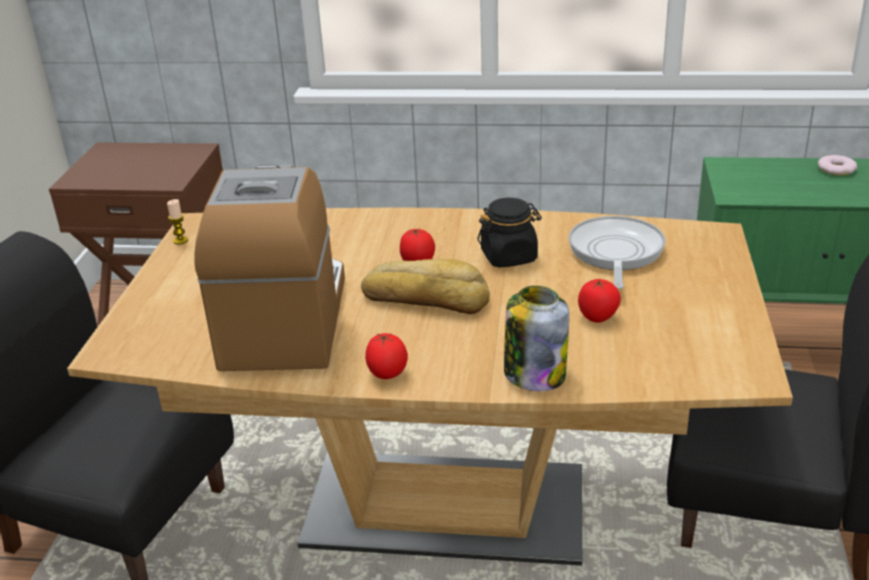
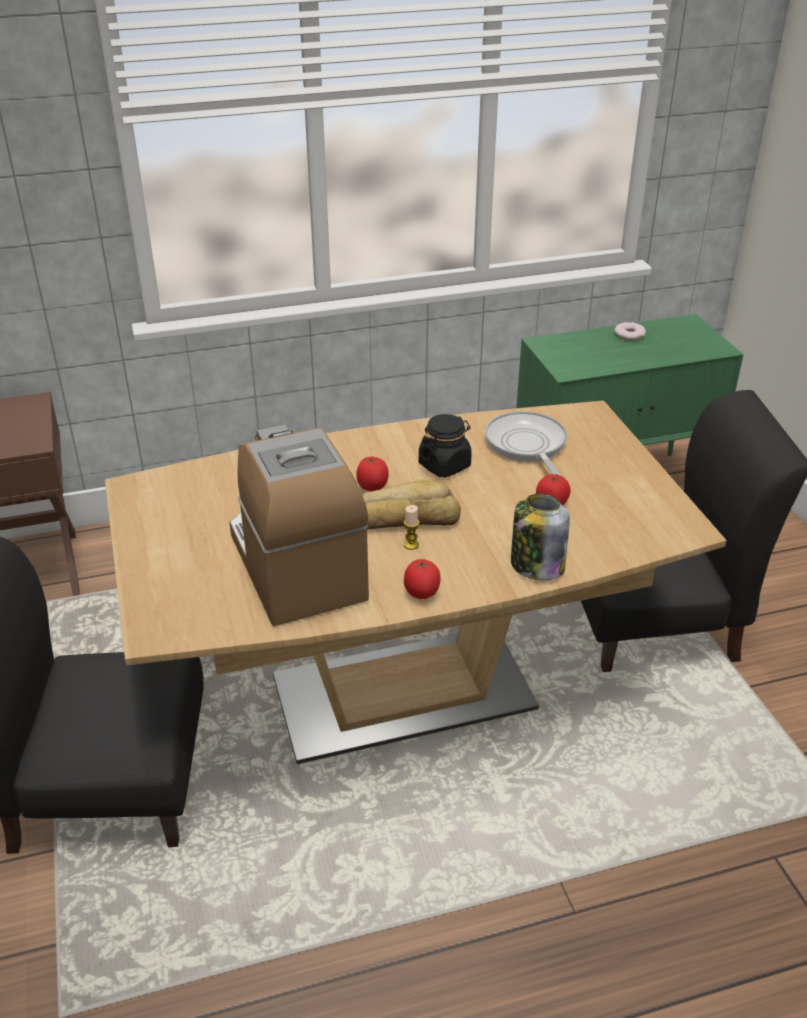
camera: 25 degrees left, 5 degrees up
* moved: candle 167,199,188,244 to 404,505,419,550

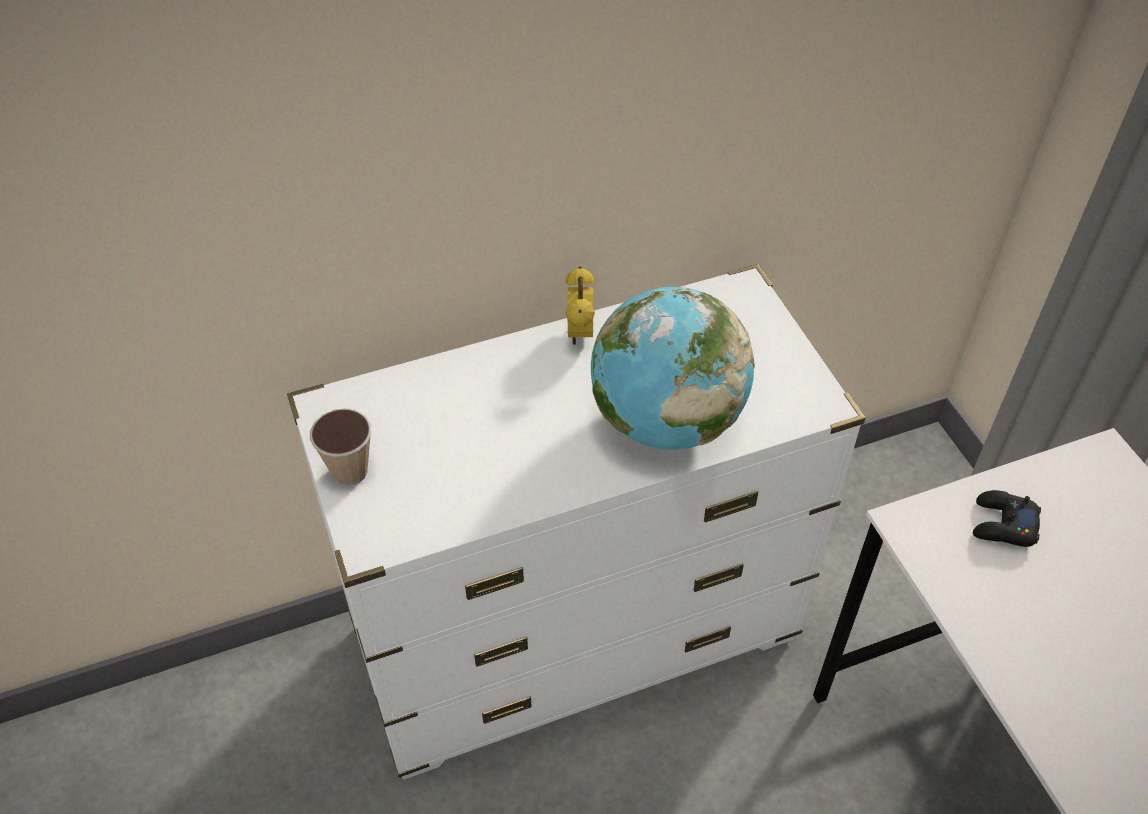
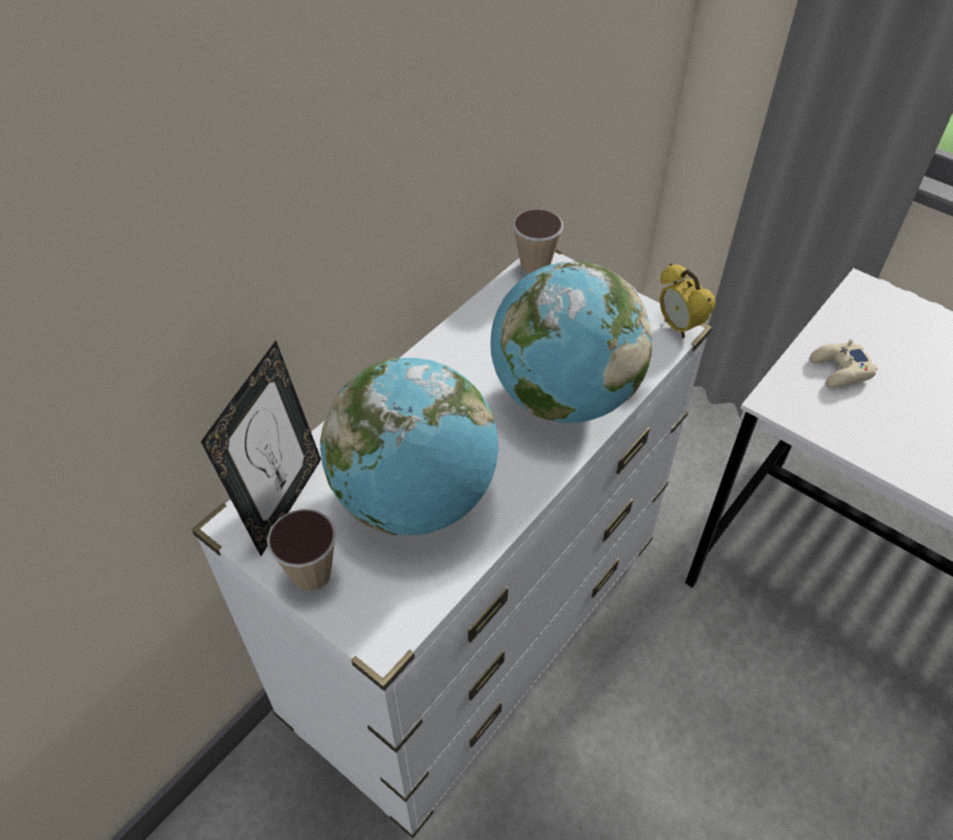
camera: 30 degrees left, 0 degrees up
* moved: table clock 565,267,595,345 to 659,263,716,338
* recoloured: joypad in black-coloured 973,490,1041,547 to joypad in sand-coloured 809,339,878,388
* added: small cup 513,209,563,275
* added: photo frame 201,341,321,556
* added: globe 320,358,498,535

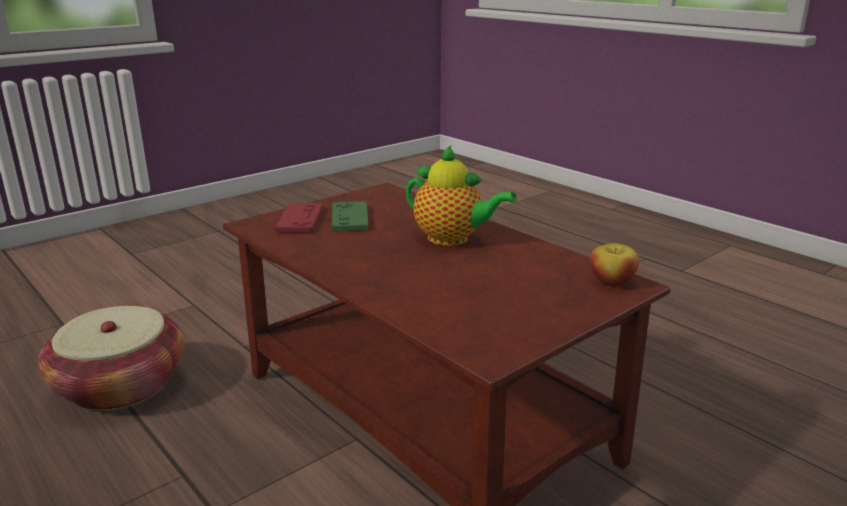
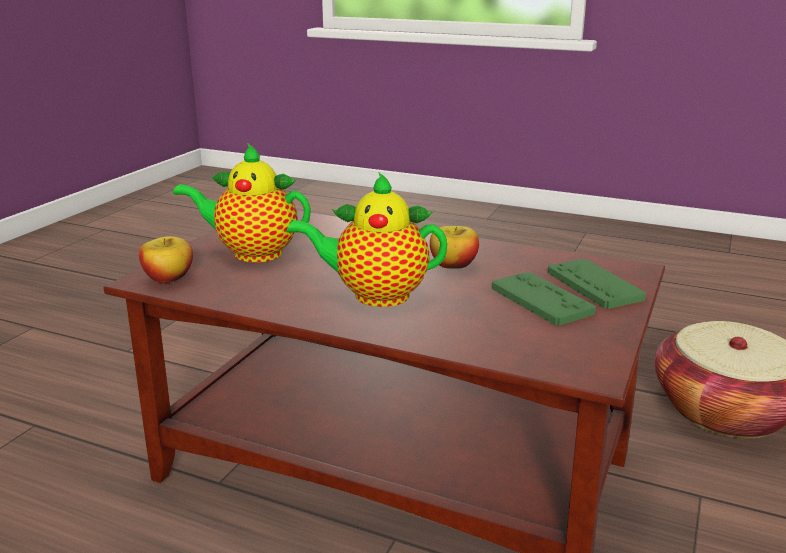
camera: 155 degrees right, 0 degrees up
* recoloured: joypad in red 275,203,323,233 to joypad in green 548,259,646,309
* added: teapot 173,143,311,262
* added: apple 430,226,479,269

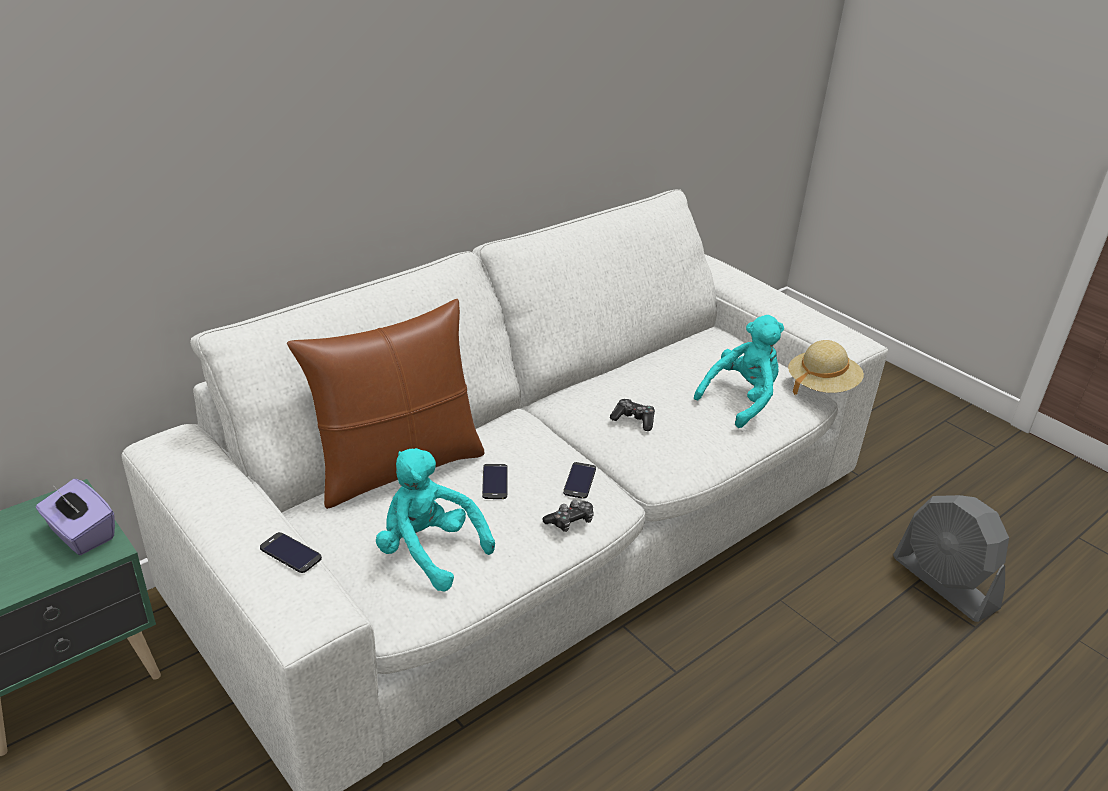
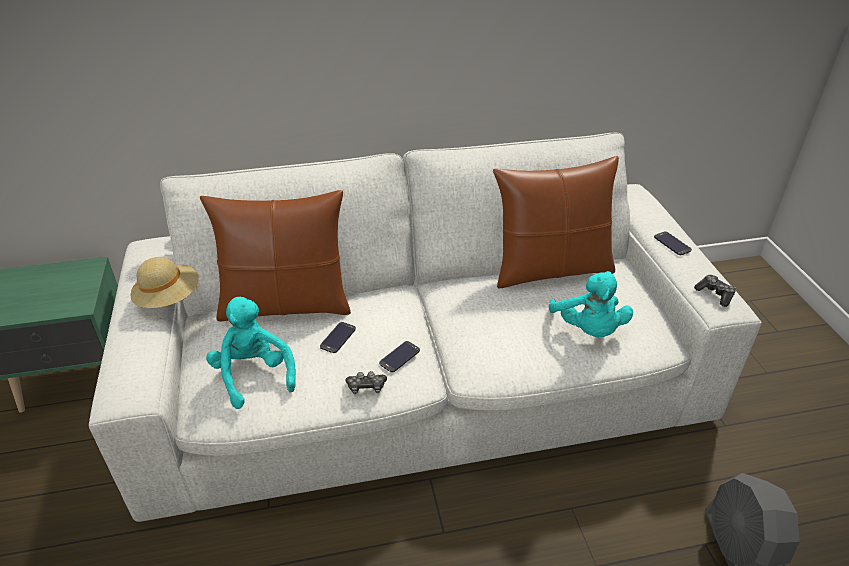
camera: 30 degrees right, 5 degrees up
* turned: soft toy in turquoise-coloured 694,315,784,428 = 549,271,633,337 90 degrees clockwise
* moved: clothing hat in sand-coloured 788,340,864,395 to 130,257,199,308
* moved: joypad 610,399,655,431 to 694,275,736,307
* removed: tissue holder in purplish 36,479,115,555
* moved: phone 260,532,322,573 to 654,231,692,255
* added: cushion in brownish 493,156,619,288

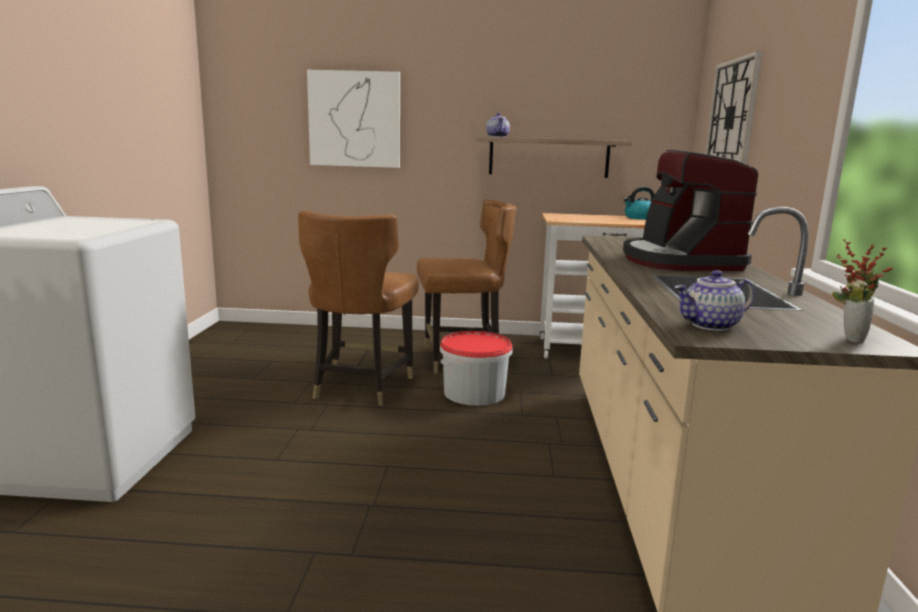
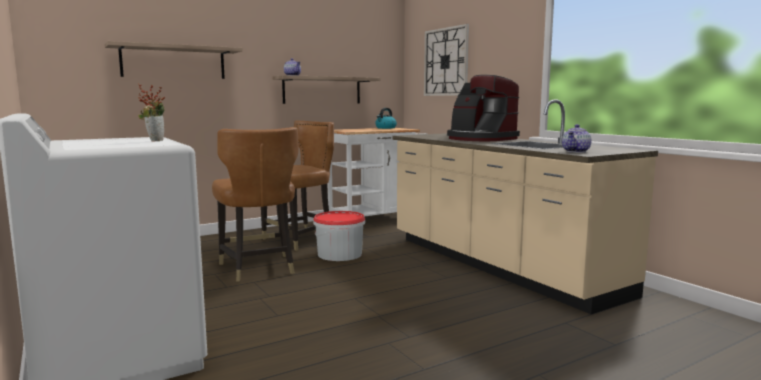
camera: 35 degrees left, 5 degrees down
* replaced: wall picture 307,70,400,168 to shelf 105,41,243,79
* moved: plant in a pot 832,239,893,343 to 138,84,165,142

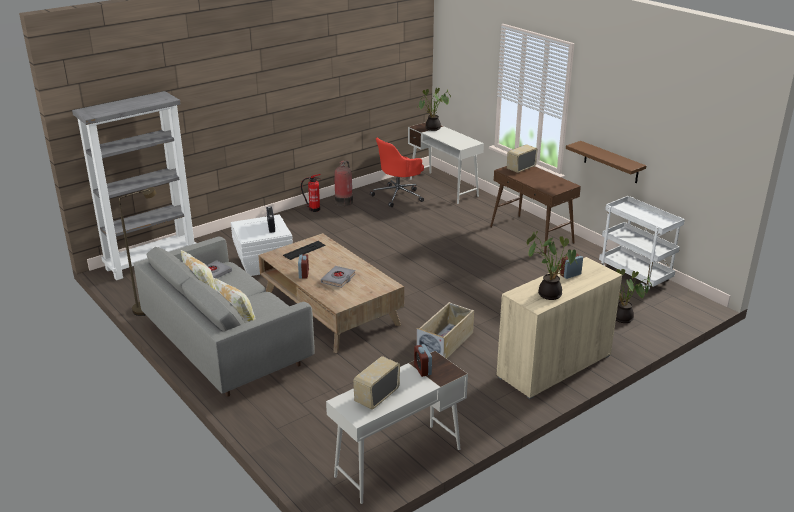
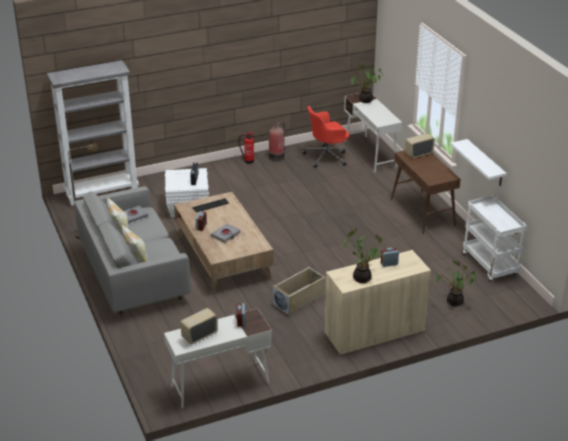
camera: 15 degrees right, 5 degrees up
* recoloured: shelf in brownish 566,141,646,183 to shelf in whitish 450,139,507,186

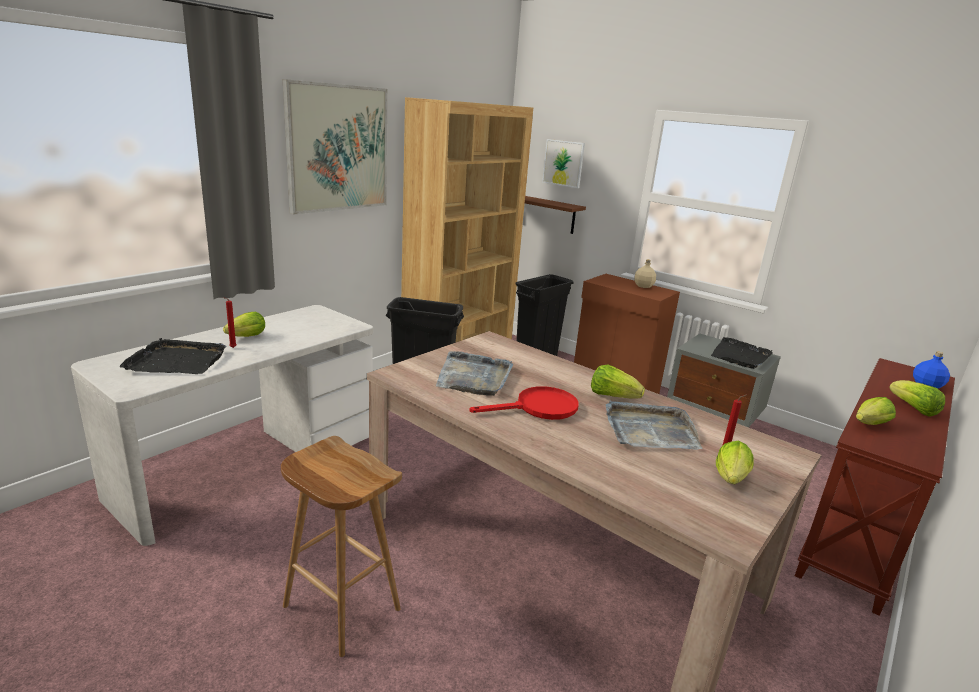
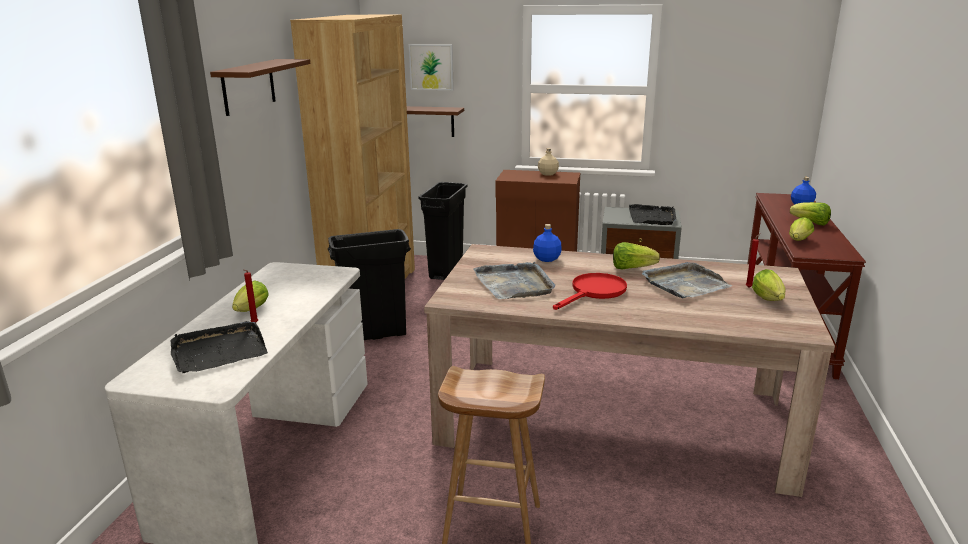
camera: 25 degrees left, 0 degrees up
* replaced: wall picture 283,79,387,215 to shelf in brownish 210,59,310,116
* added: beverage bottle in blue-coloured 533,224,562,262

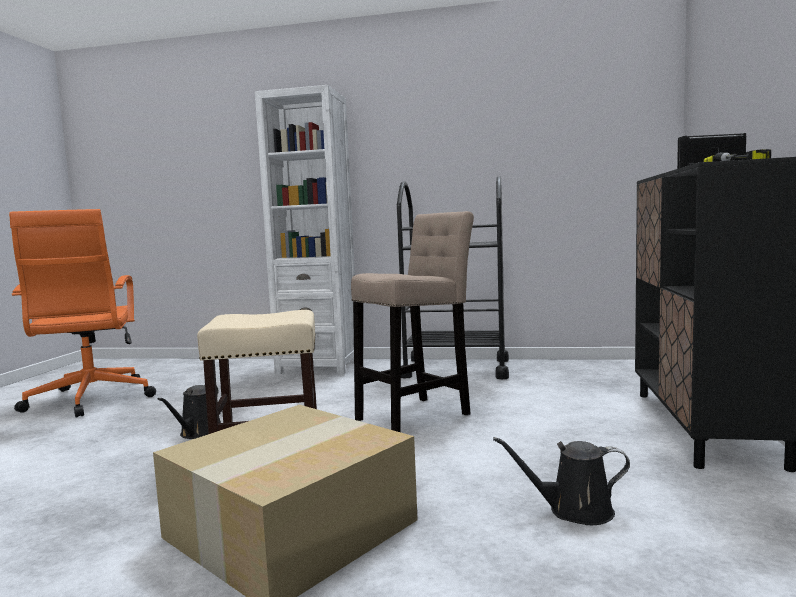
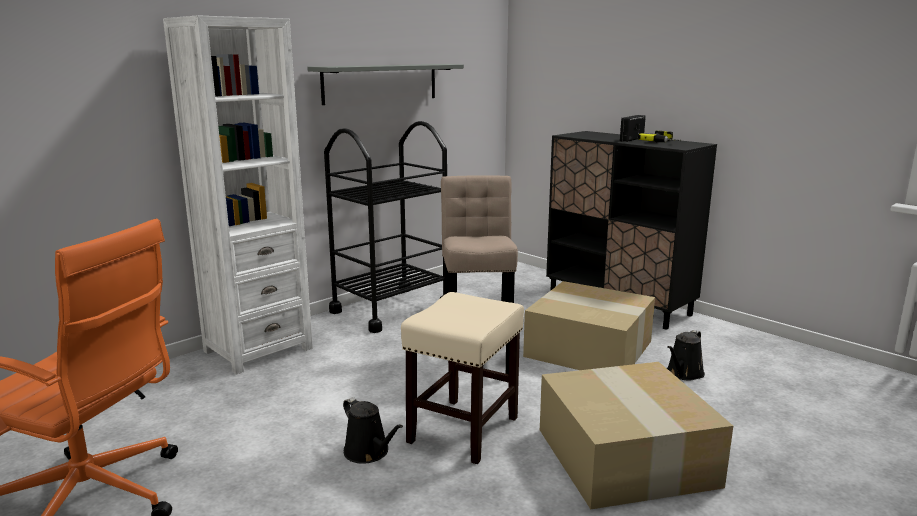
camera: 55 degrees left, 10 degrees up
* added: shelf in gray 307,64,464,105
* added: packing box 523,281,655,370

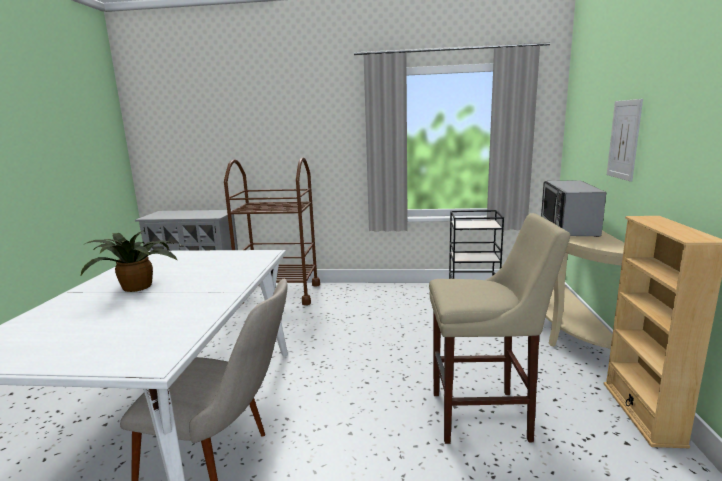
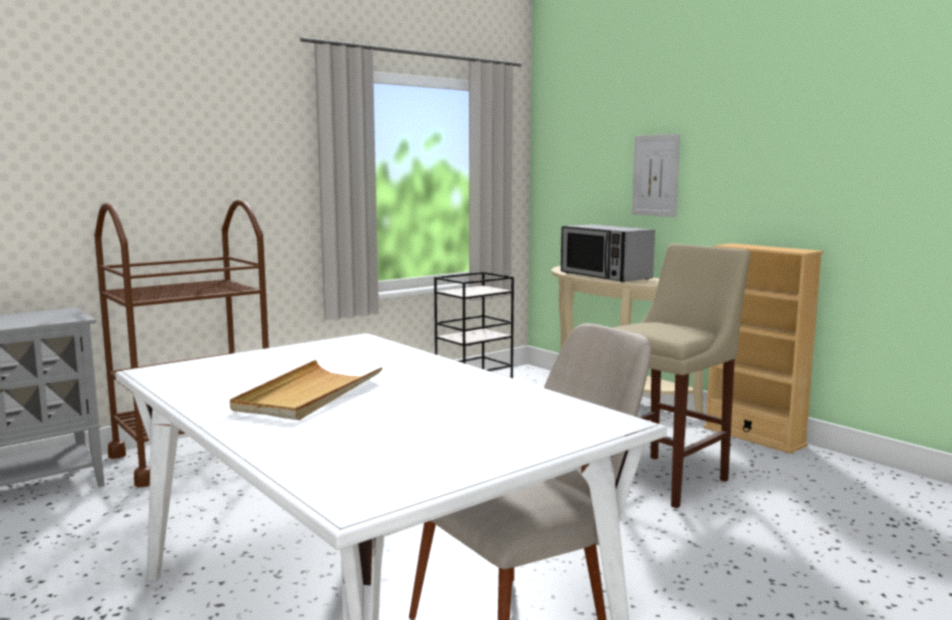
camera: 45 degrees left, 5 degrees down
* replaced: plant in a pot 81,230,177,292 to carrying tray in sand-coloured 230,360,383,420

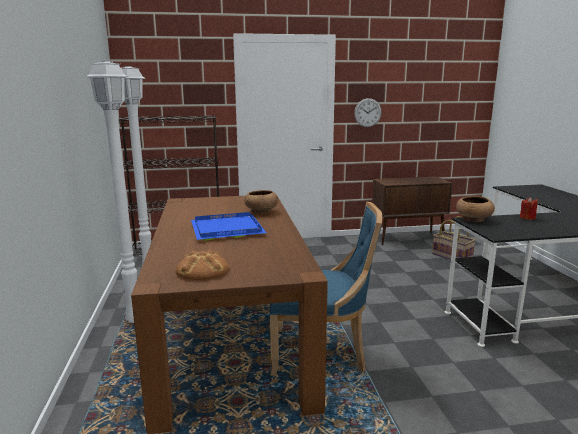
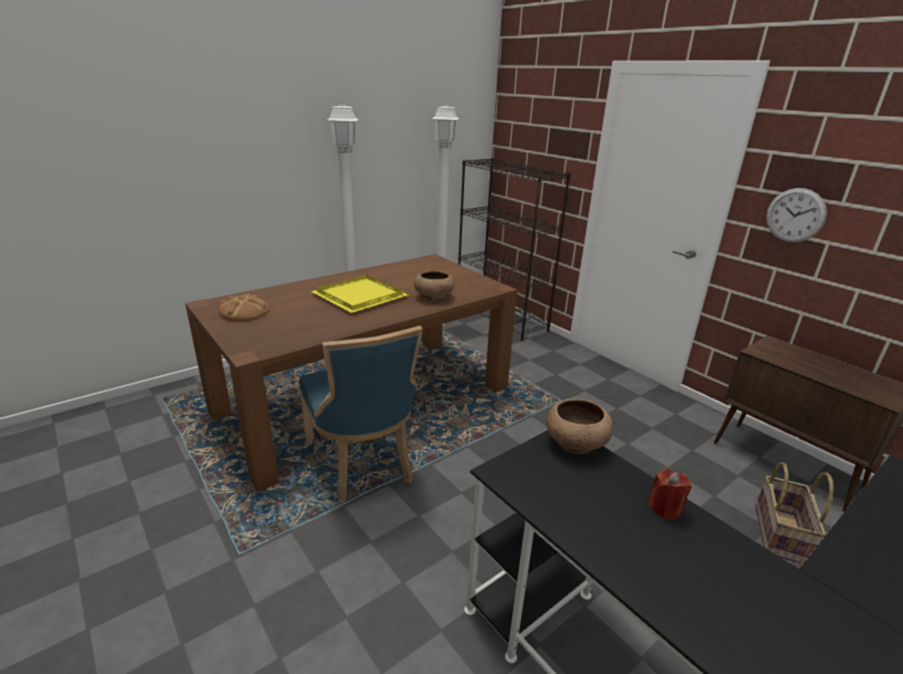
camera: 60 degrees right, 10 degrees up
* recoloured: carrying tray in blue-coloured 191,212,266,241 to carrying tray in yellow-coloured 311,274,408,313

